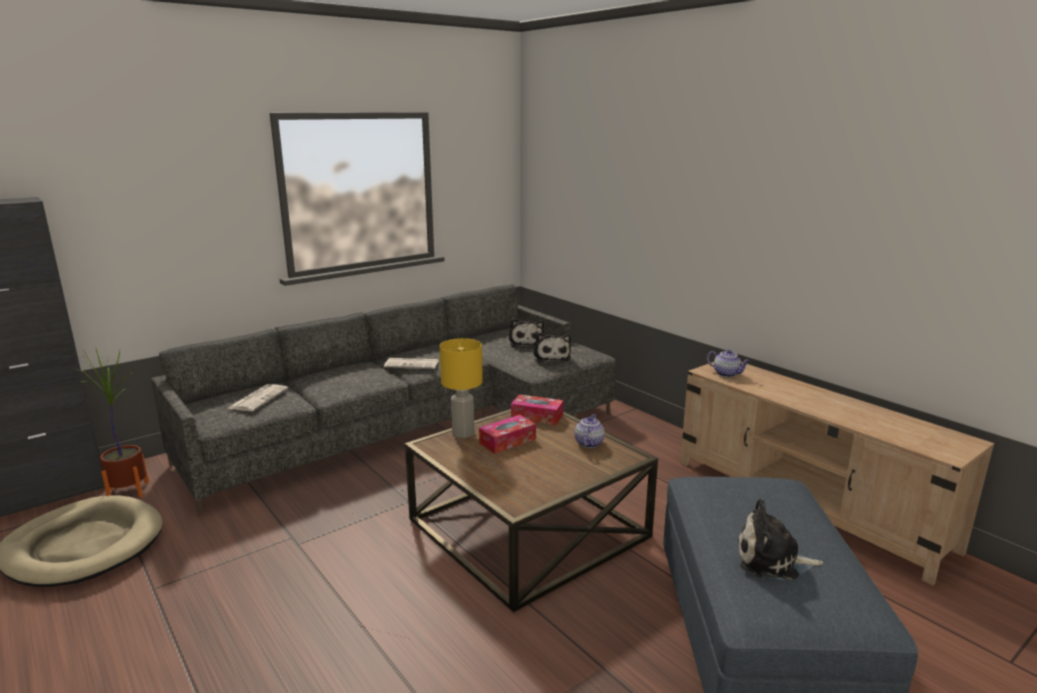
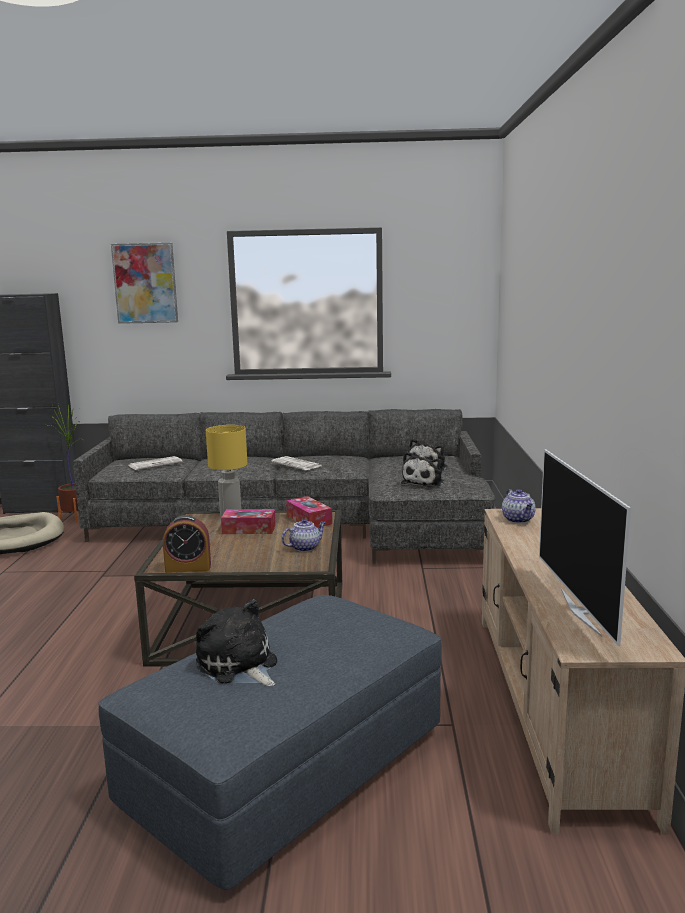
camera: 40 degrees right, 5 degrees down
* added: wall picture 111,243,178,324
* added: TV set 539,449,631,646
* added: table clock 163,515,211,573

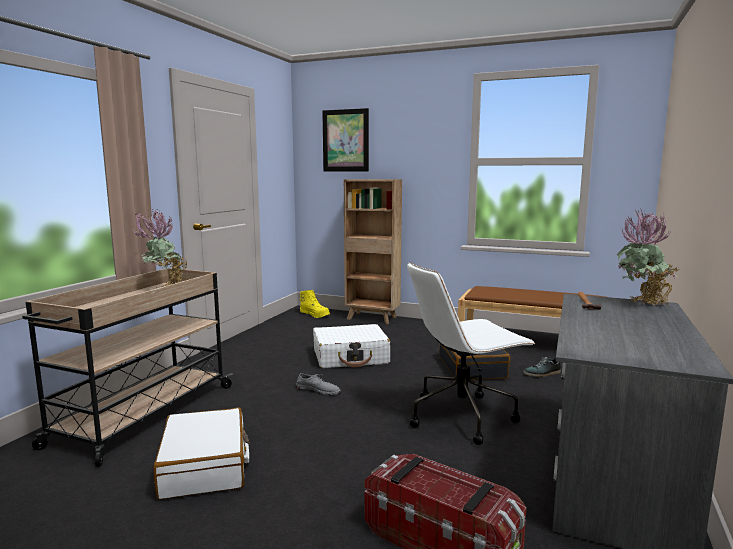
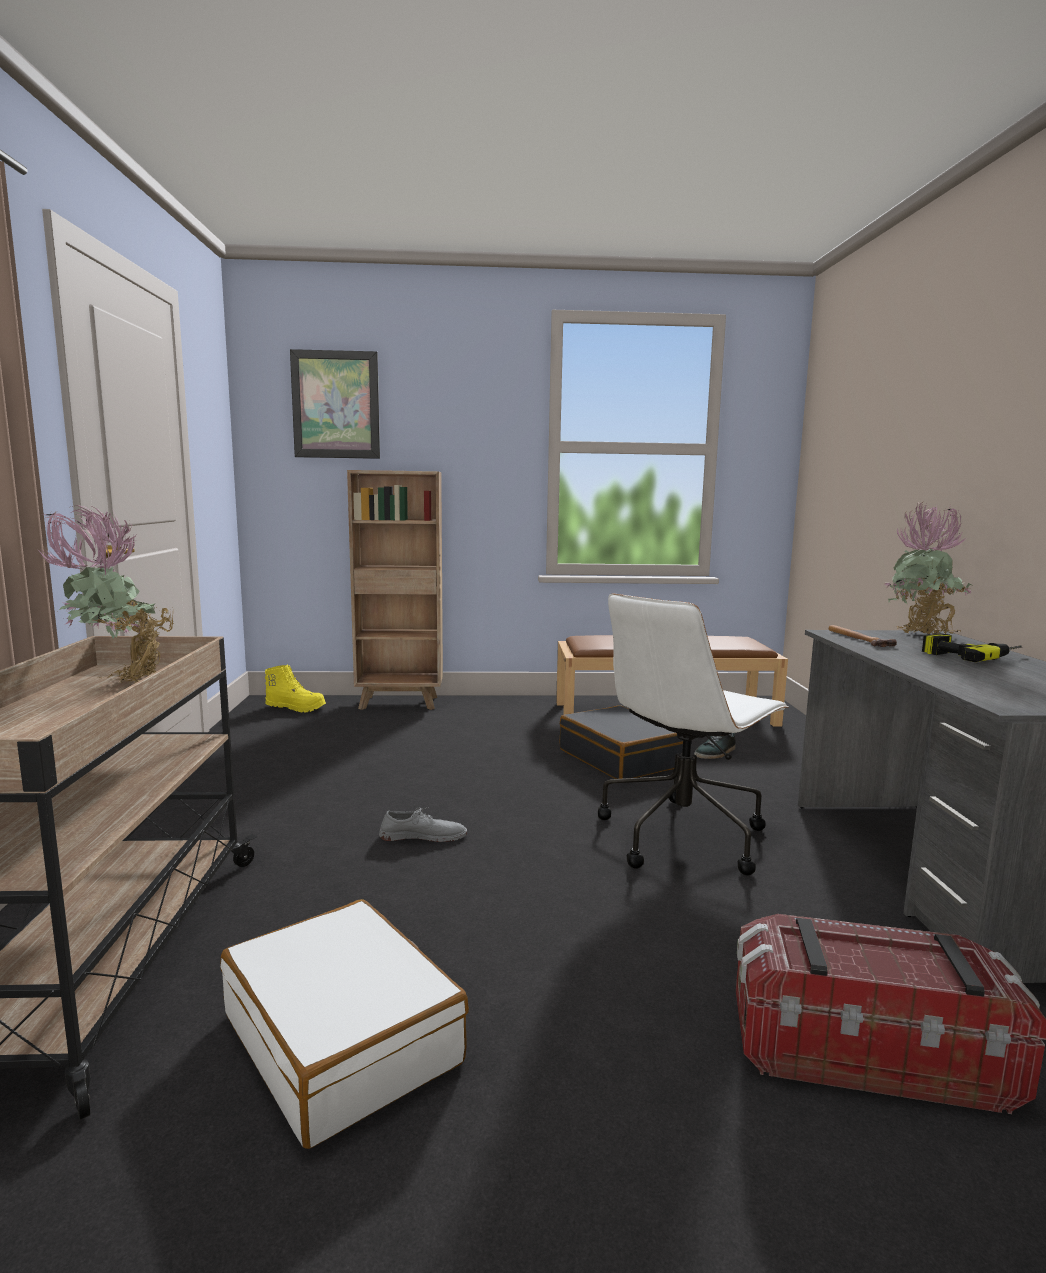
camera: 25 degrees left, 0 degrees up
* removed: suitcase in whitish 313,324,390,368
* added: electric drill 922,633,1022,662

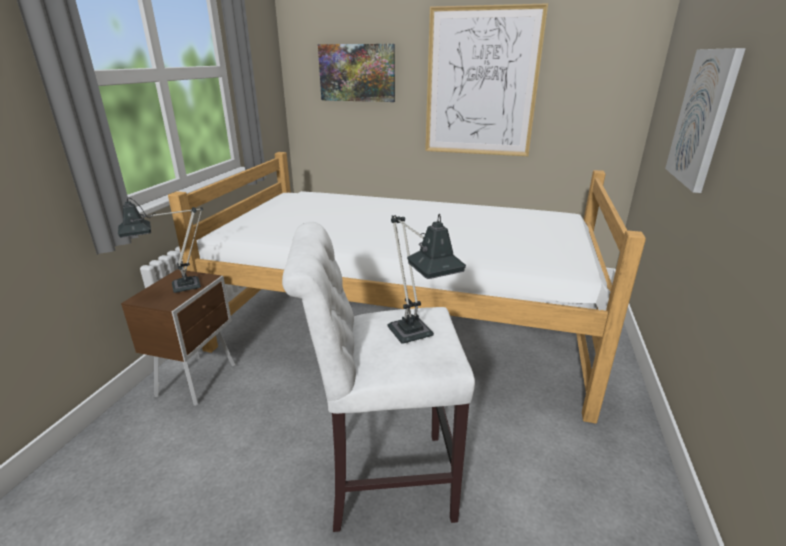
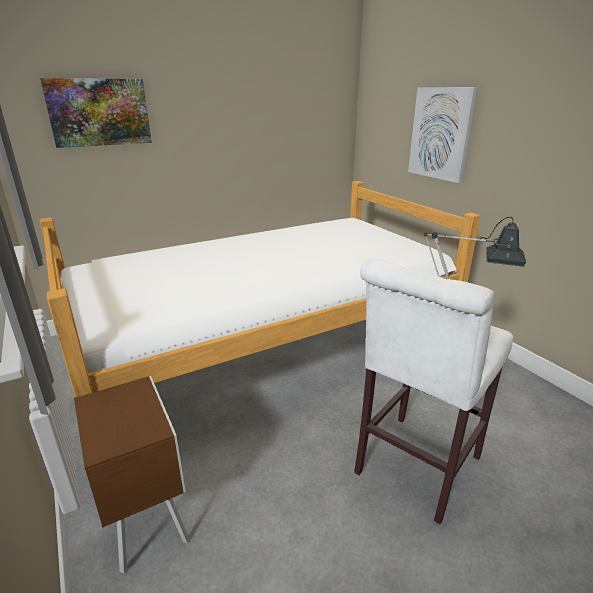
camera: 45 degrees left, 0 degrees up
* removed: wall picture 425,3,548,156
* removed: tabletop lamp 118,198,203,293

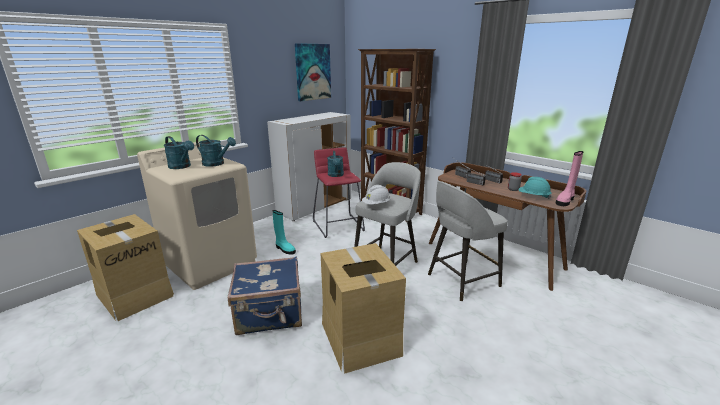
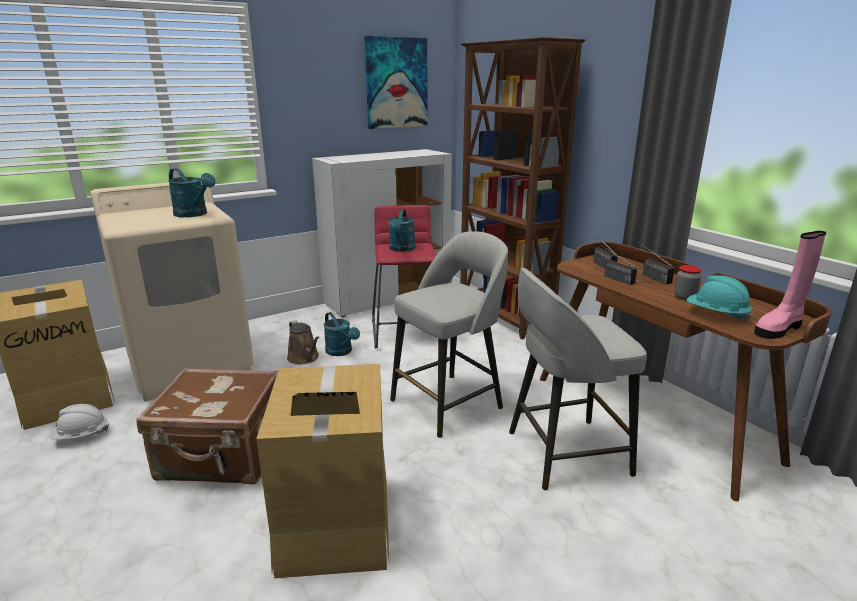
camera: 15 degrees right, 0 degrees up
* moved: sprinkling can in turquoise-coloured 164,136,194,169 to 324,312,360,356
* moved: work helmet in whitish 362,185,391,204 to 49,404,110,440
* replaced: tall boot in turquoise-coloured 272,210,296,255 to sprinkling can in brownish 287,320,319,365
* recoloured: suitcase in blue-coloured 228,257,302,335 to suitcase in brownish 136,368,278,484

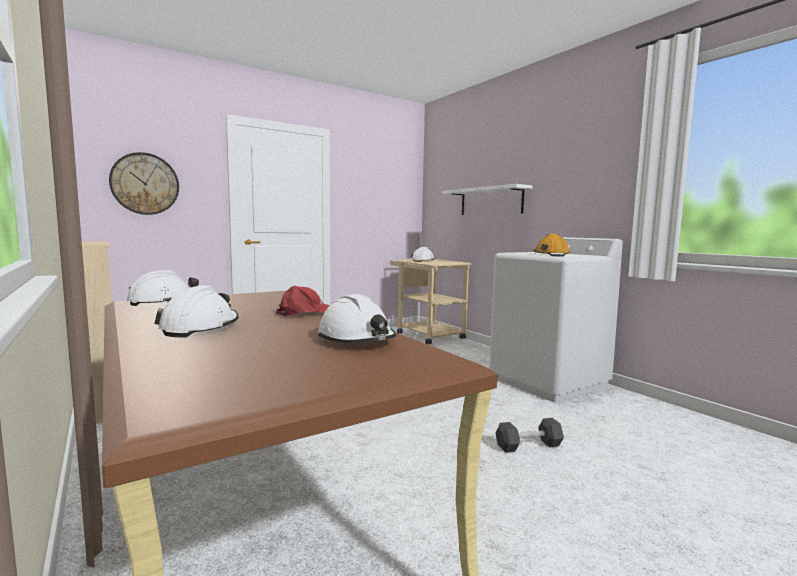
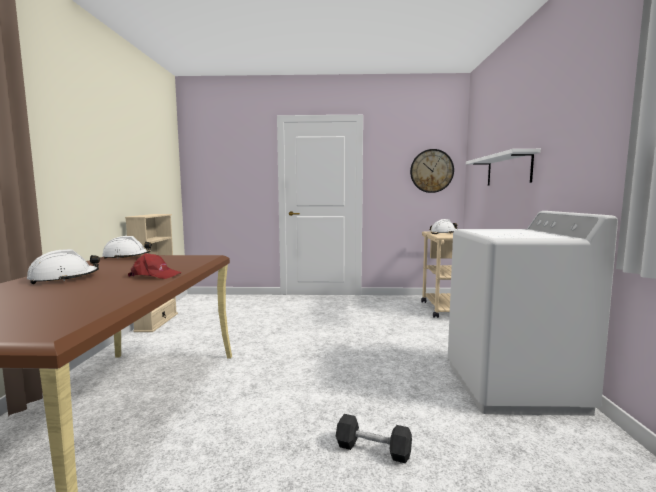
camera: 35 degrees right, 0 degrees up
* moved: clock on the wall 109,152,179,215 to 410,149,454,193
* removed: work helmet in orange-coloured 534,234,570,256
* removed: work helmet in whitish 318,294,396,343

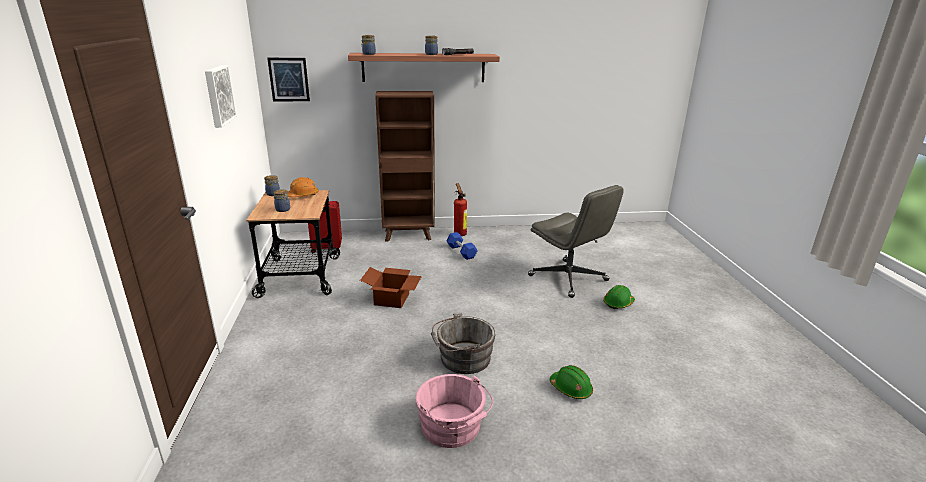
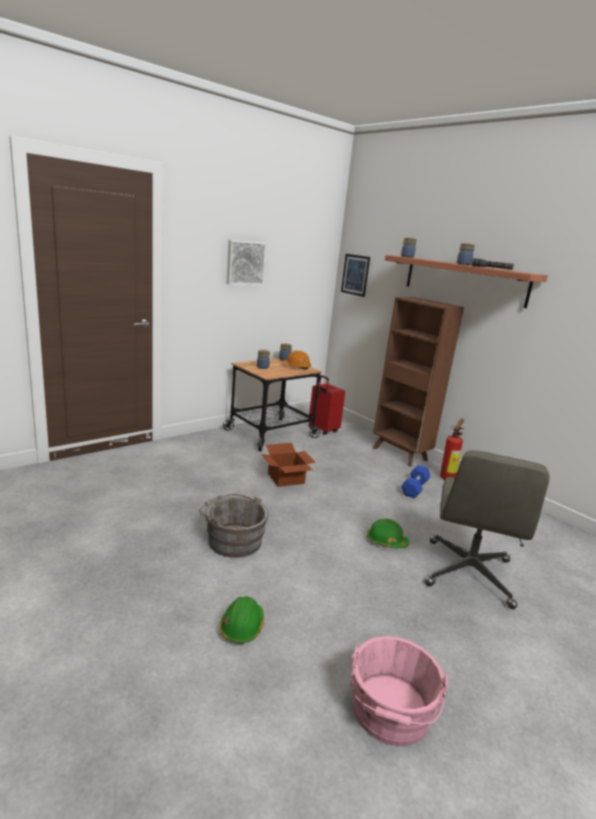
camera: 55 degrees right, 5 degrees down
* moved: work helmet in green 603,285,635,309 to 367,519,409,548
* moved: water bucket in pink 416,374,493,448 to 351,636,448,746

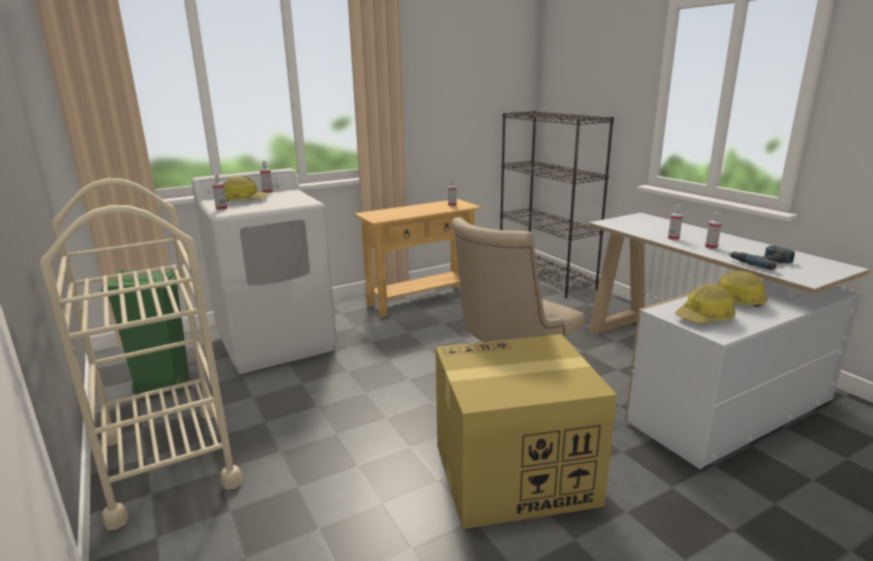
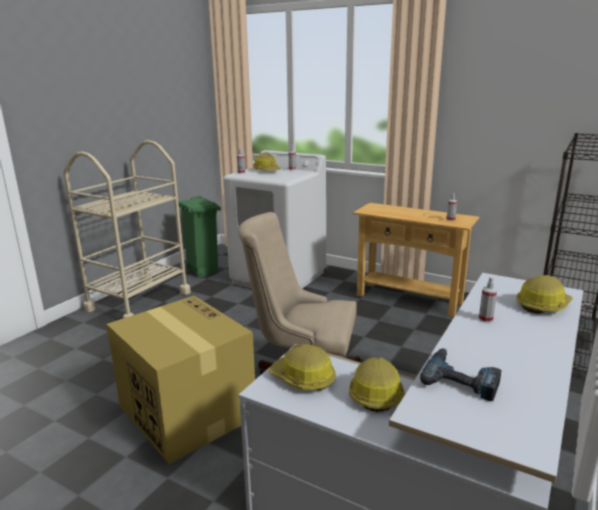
camera: 60 degrees right, 0 degrees up
* removed: spray bottle 705,212,722,249
* added: work helmet 516,275,573,314

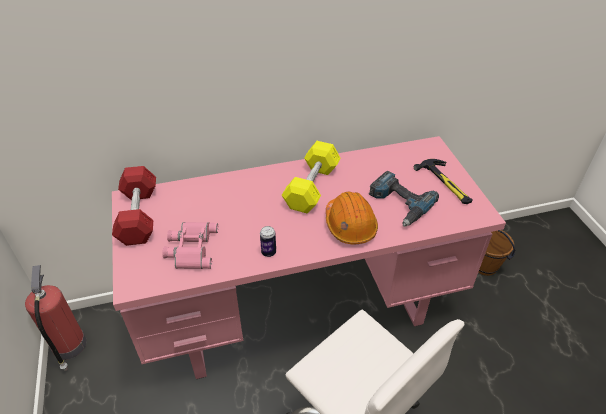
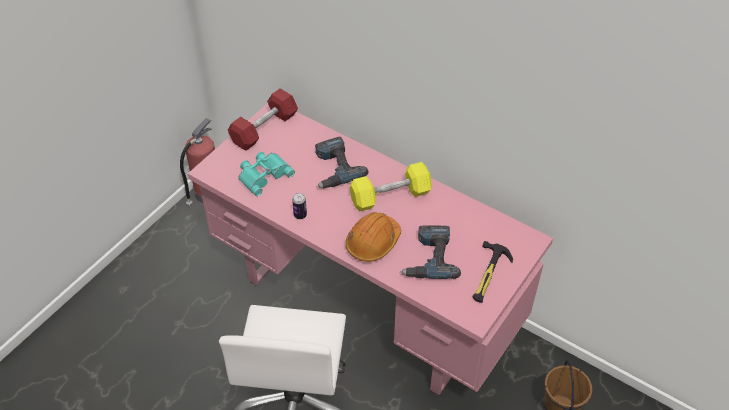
camera: 50 degrees right, 5 degrees up
* recoloured: pair of binoculars in pink 163,222,218,269 to pair of binoculars in turquoise-coloured 238,152,295,196
* added: electric drill 315,137,369,188

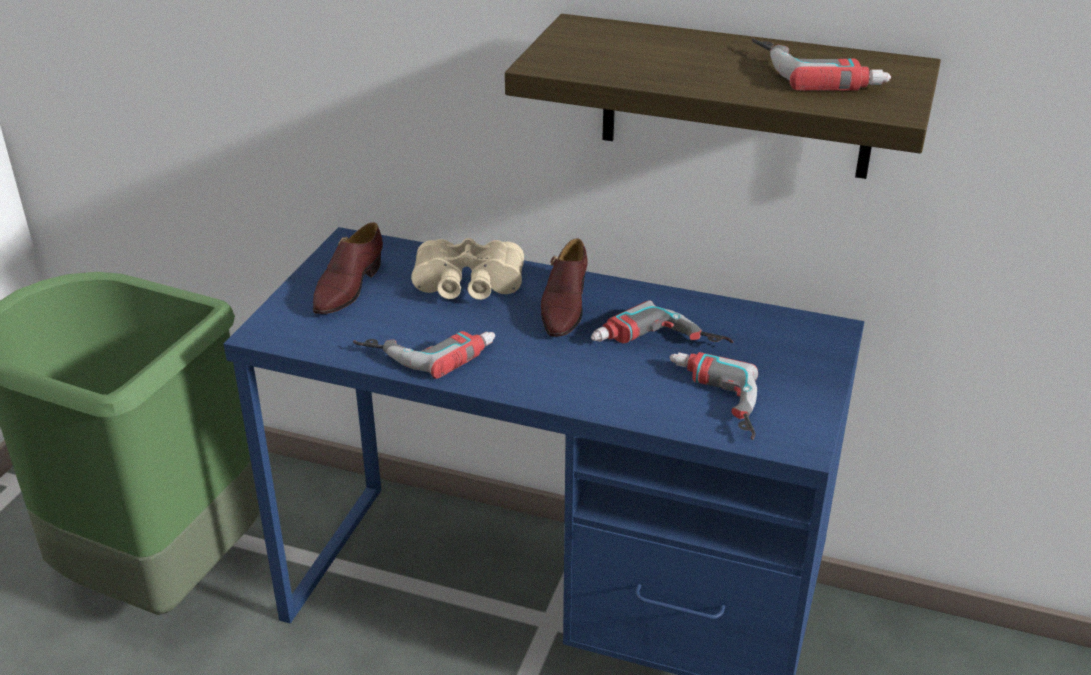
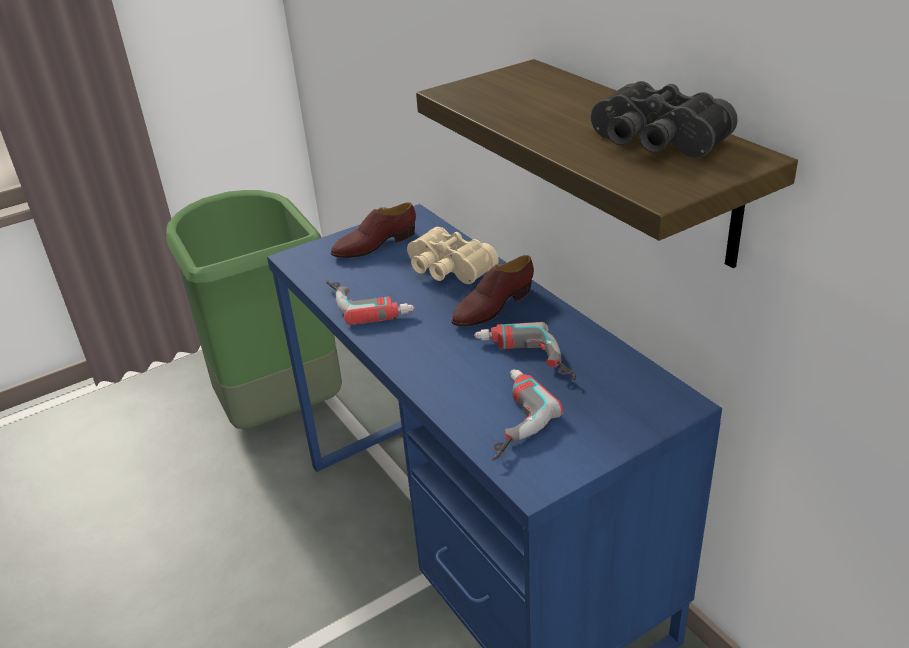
camera: 40 degrees right, 0 degrees up
* replaced: electric drill 752,38,891,91 to pair of binoculars in black-coloured 591,81,738,158

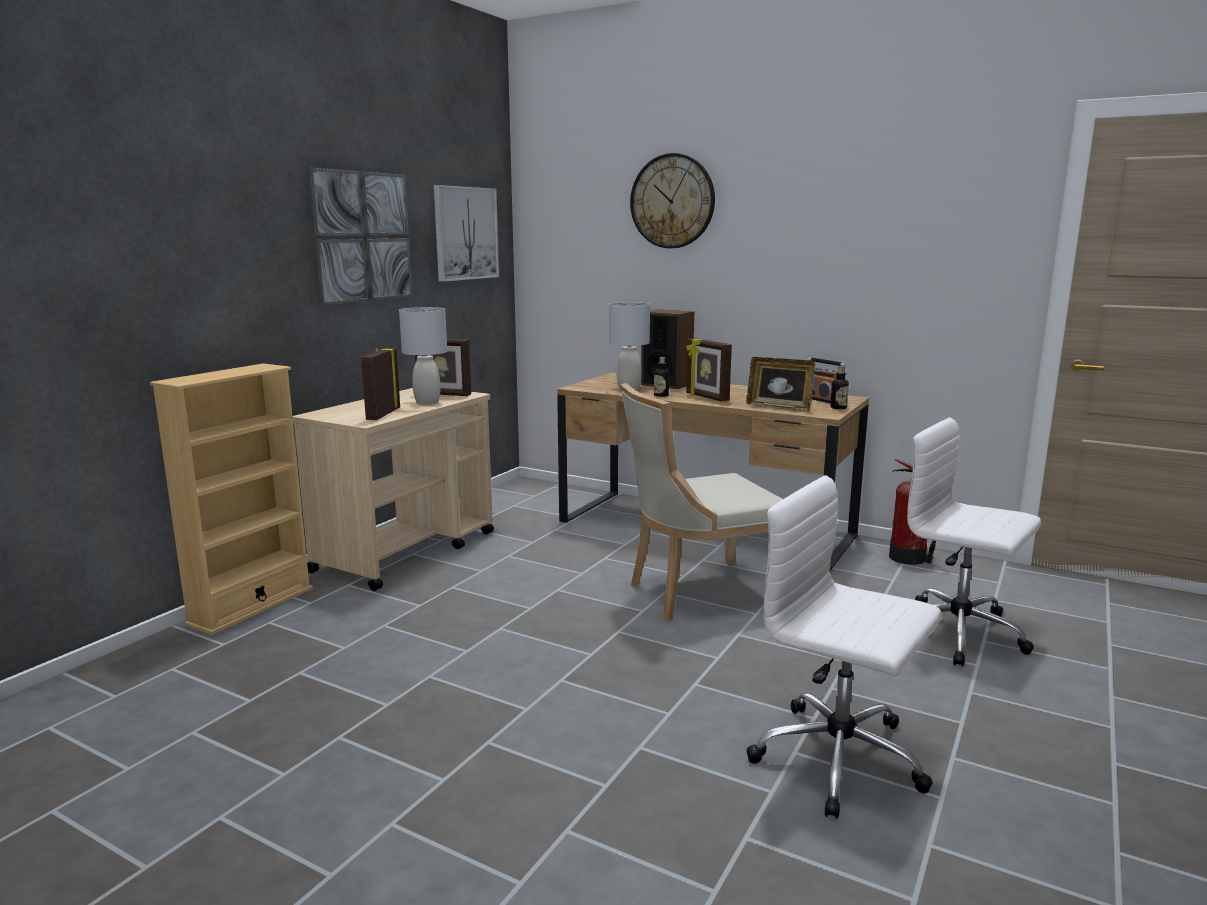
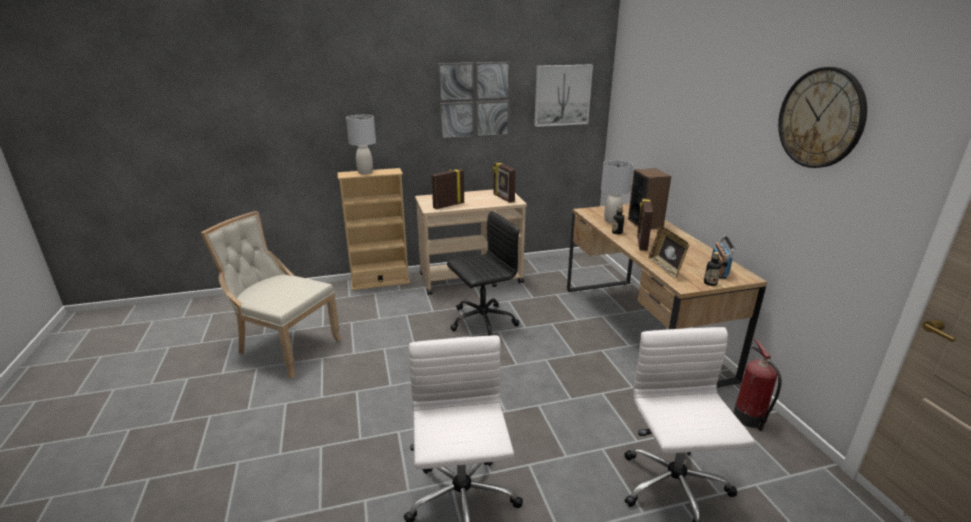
camera: 45 degrees right, 10 degrees up
* moved: clock on the wall 630,153,715,248 to 778,67,867,168
* moved: tabletop lamp in gray 399,307,447,405 to 346,115,376,174
* moved: upright chair in sand-coloured 620,383,783,621 to 201,211,342,378
* added: computer chair in black-coloured 447,211,519,336

